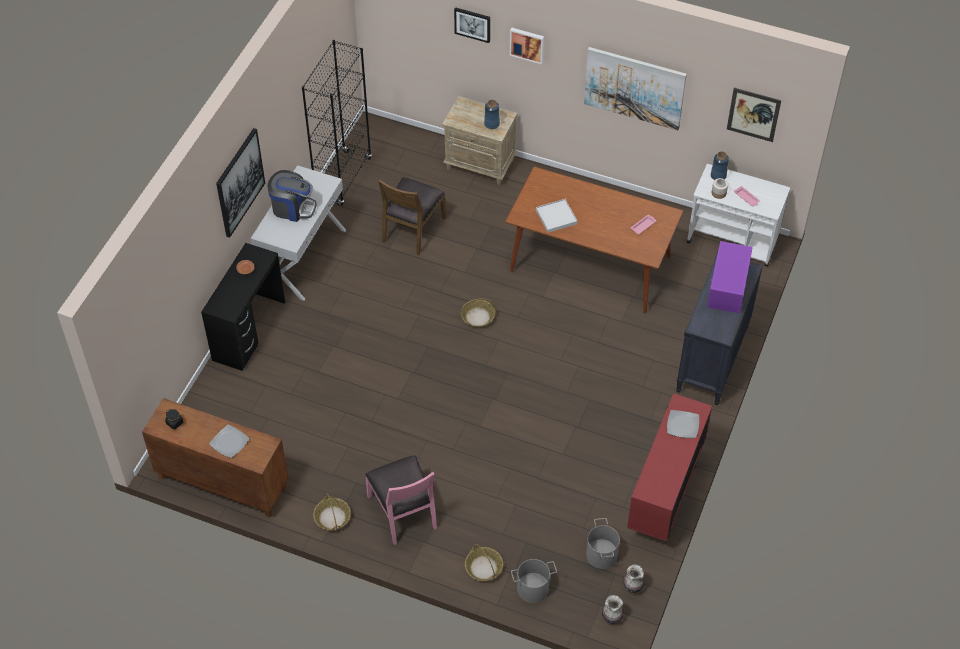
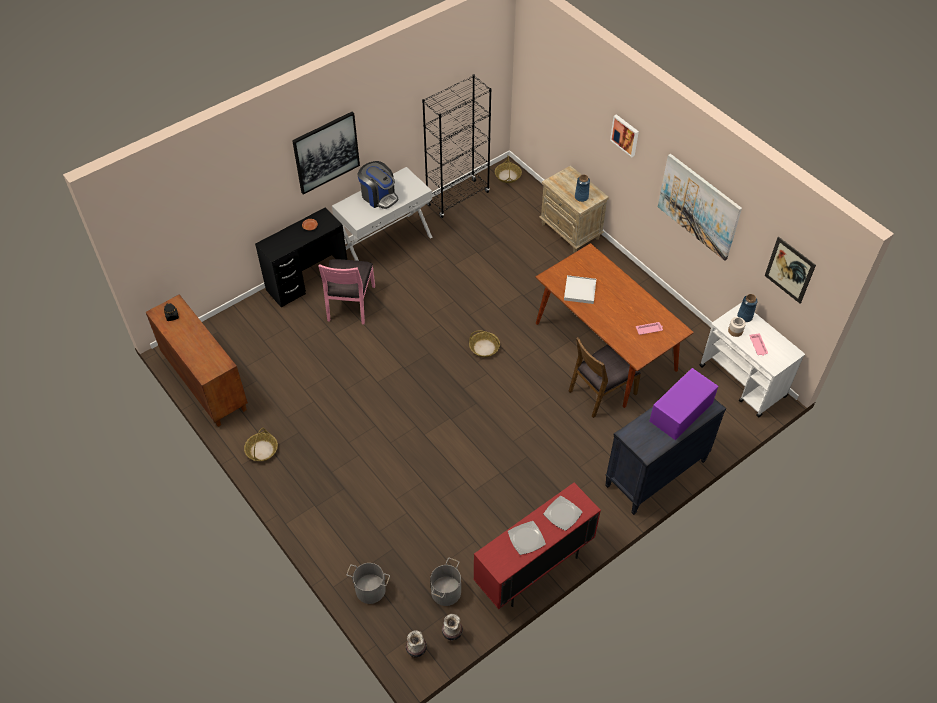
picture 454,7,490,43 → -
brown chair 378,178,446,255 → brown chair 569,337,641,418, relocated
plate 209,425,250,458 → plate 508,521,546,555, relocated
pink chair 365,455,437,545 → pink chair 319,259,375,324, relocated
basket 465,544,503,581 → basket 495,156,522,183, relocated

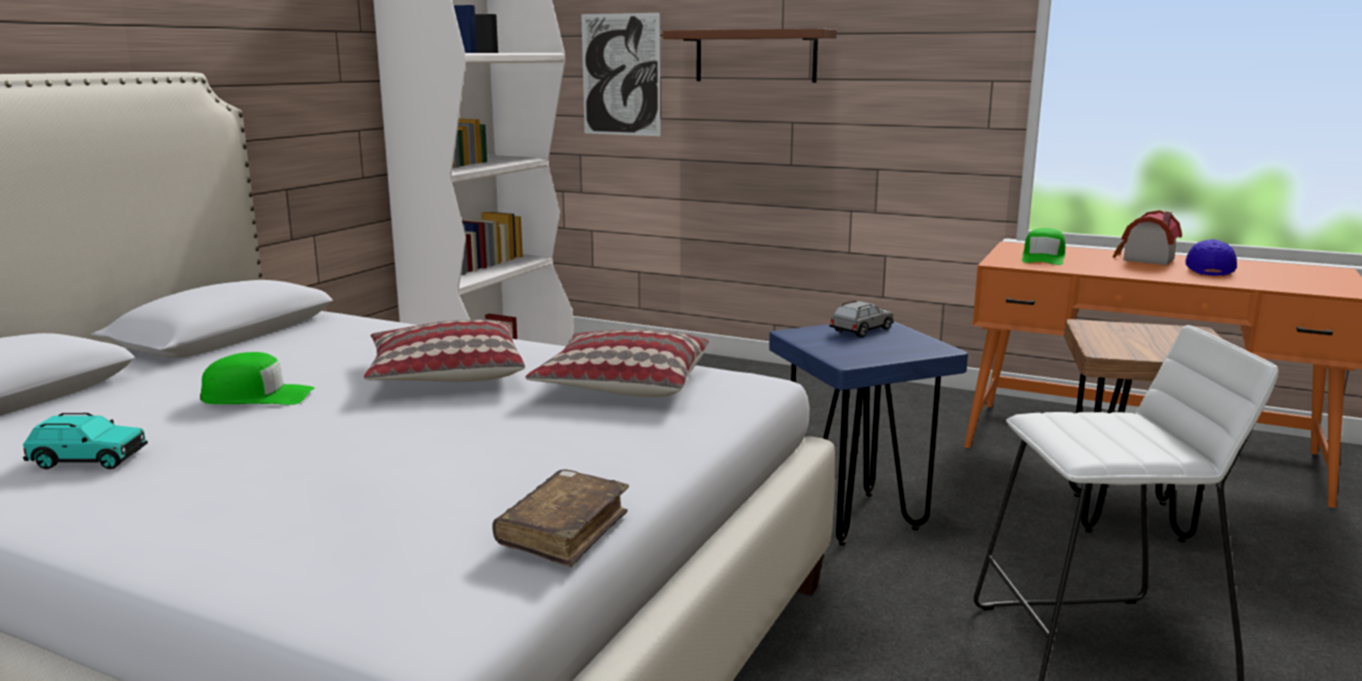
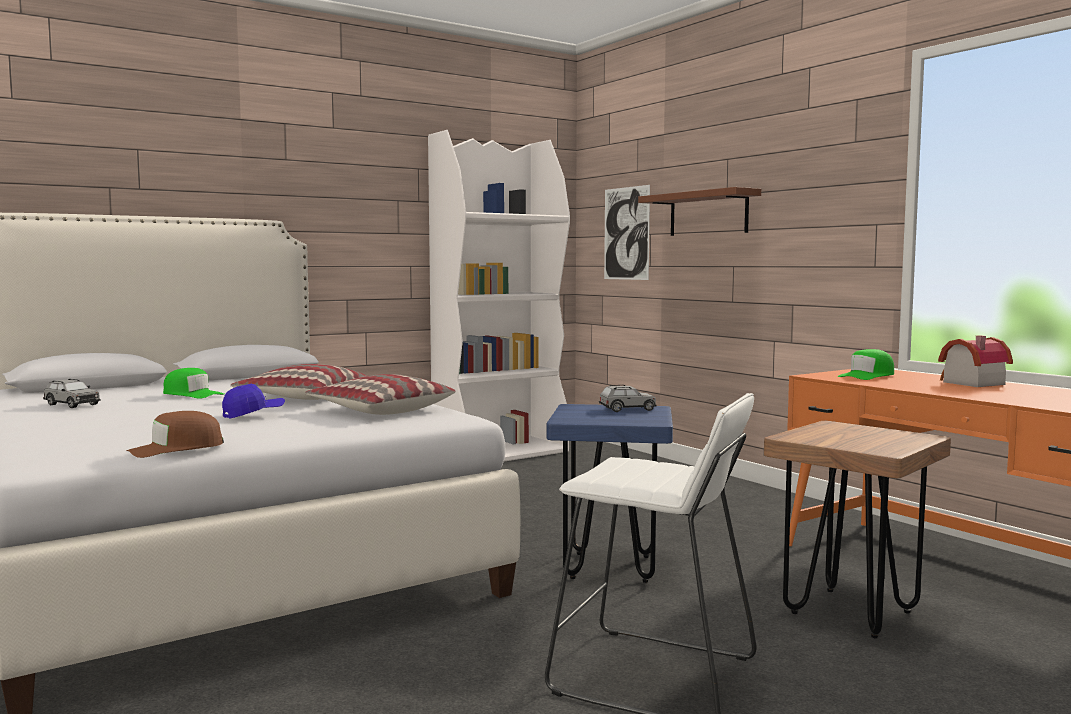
blue cap 1185,239,1237,276 → blue cap 222,384,285,419, relocated
turquoise toy car 23,413,148,469 → grey toy car 43,379,101,408
brown book 492,469,629,567 → brown cap 127,411,224,458

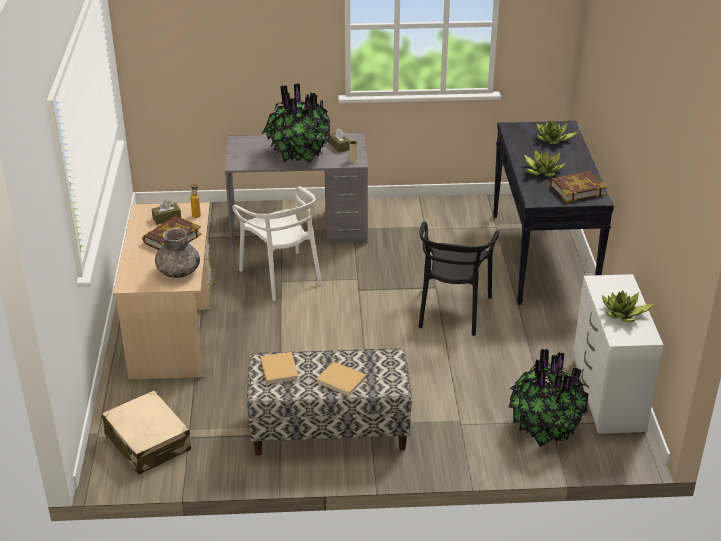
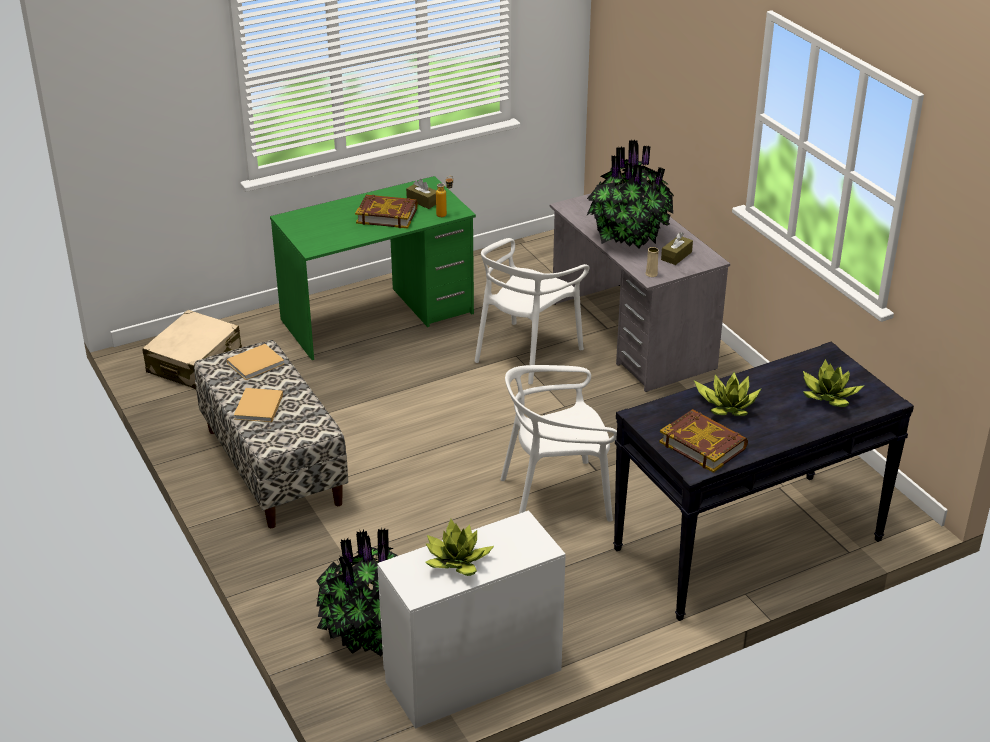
beige desk 113,202,212,380 → green desk 270,176,476,360
black chair 419,222,499,336 → white chair 501,365,617,522
grey vase 155,227,200,278 → -

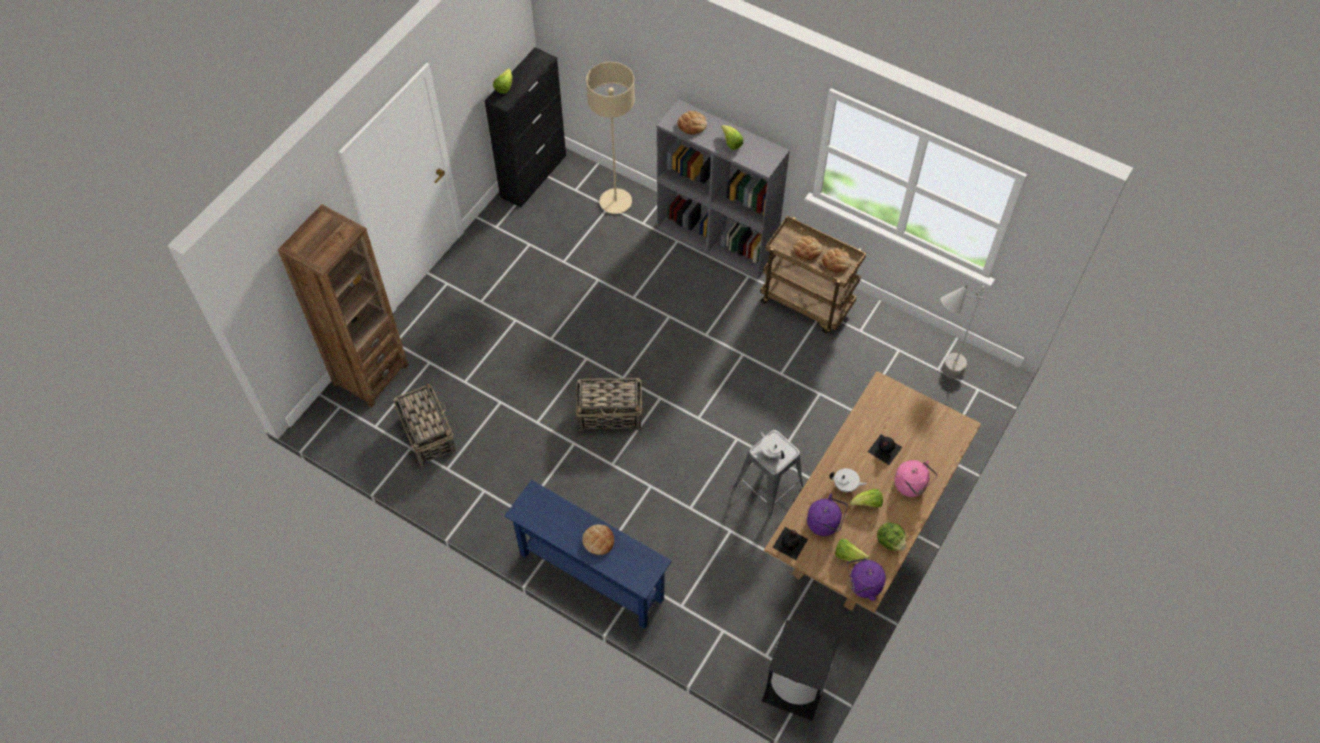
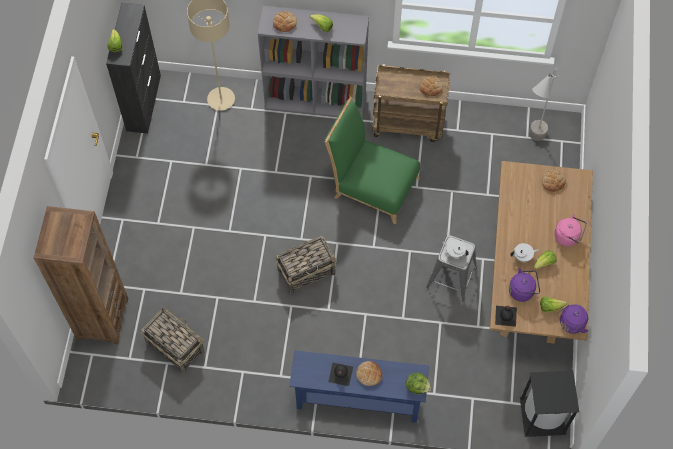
bread 794,236,822,260 → bread 542,170,566,192, relocated
black bottle 868,434,902,465 → black bottle 328,363,353,386, relocated
lettuce 877,522,906,551 → lettuce 406,373,431,394, relocated
- → green chair 325,97,420,224

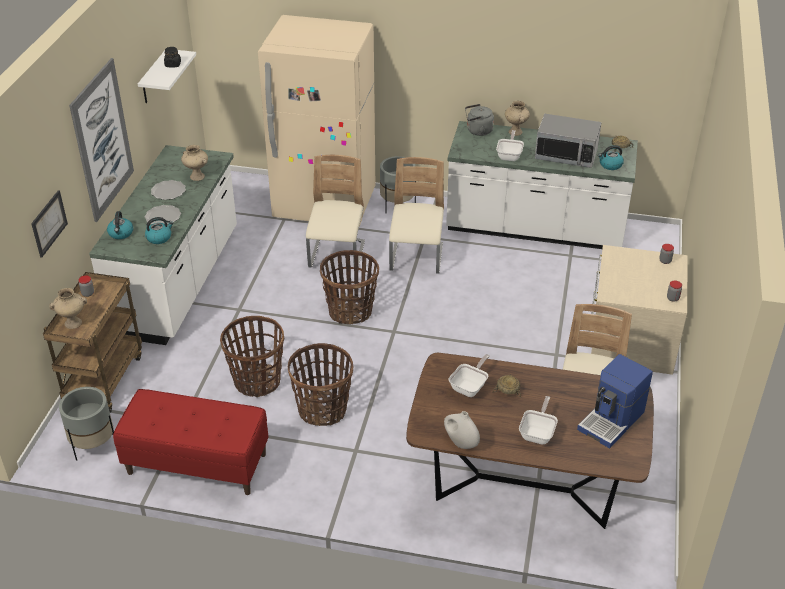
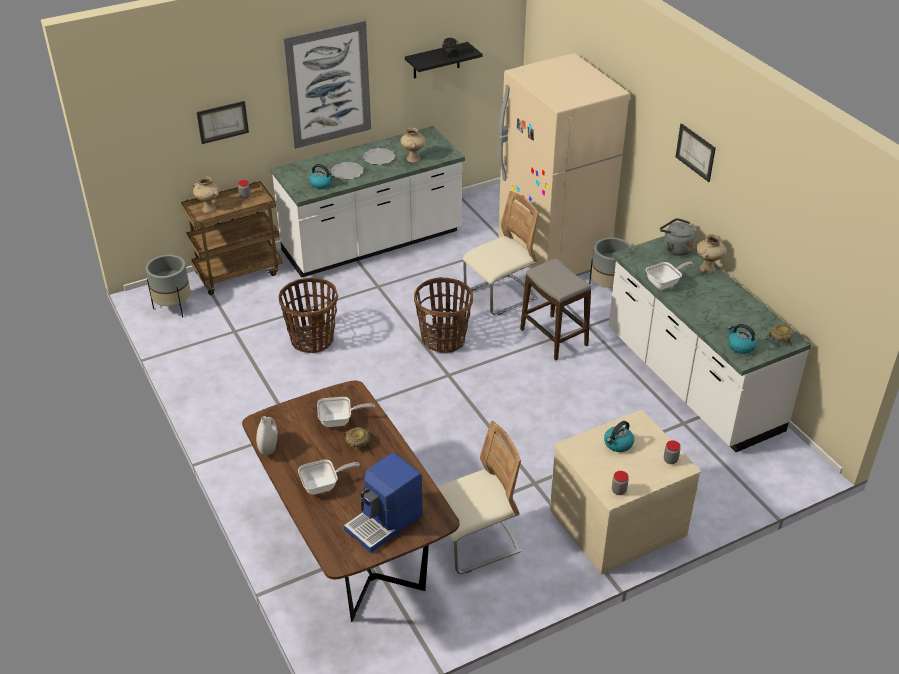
white shelf 138,50,196,103 → black shelf 405,42,483,79
microwave 535,114,602,168 → -
beige chair 389,157,444,274 → stool 520,259,591,360
kettle 107,211,133,239 → kettle 604,421,634,452, relocated
basket 288,343,353,426 → -
coffee machine 577,354,653,448 → coffee machine 344,453,423,553, 45 degrees counterclockwise
red bench 113,389,269,495 → -
- → picture 676,123,716,182

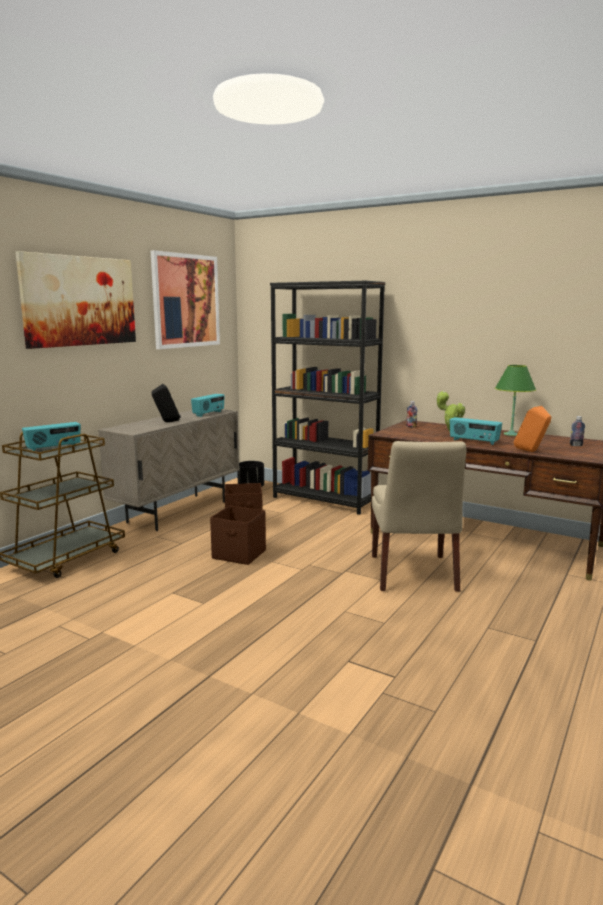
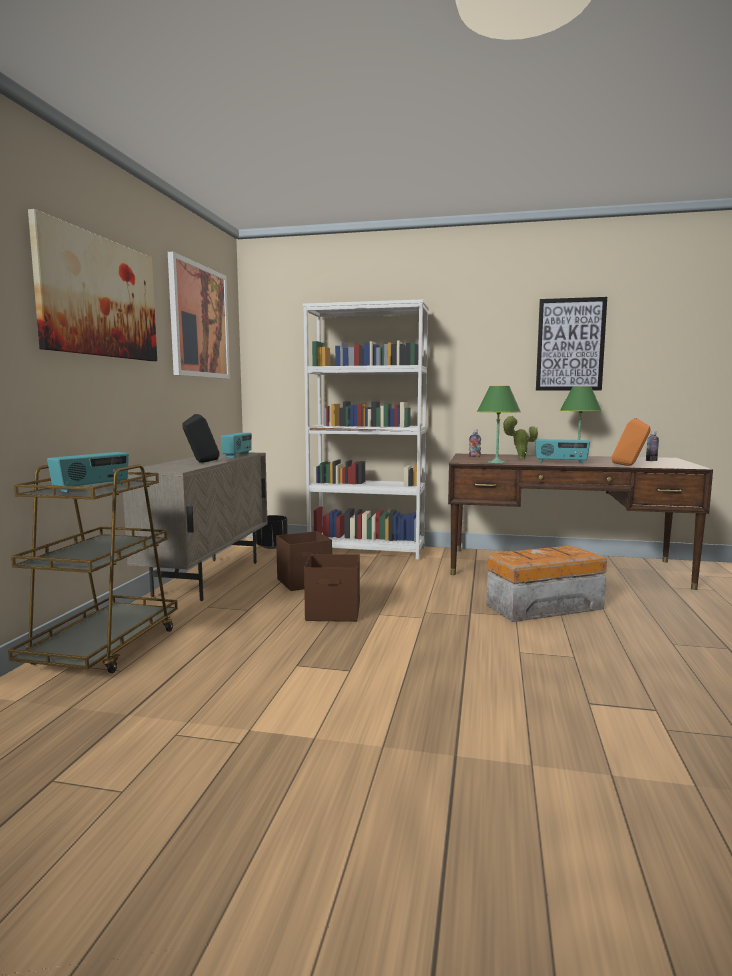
black bookcase 270,281,385,515 → white bookcase 303,299,429,560
beige chair 372,441,466,592 → storage box 486,546,607,622
- → picture 536,297,607,391
- → green table lamp 477,386,521,463

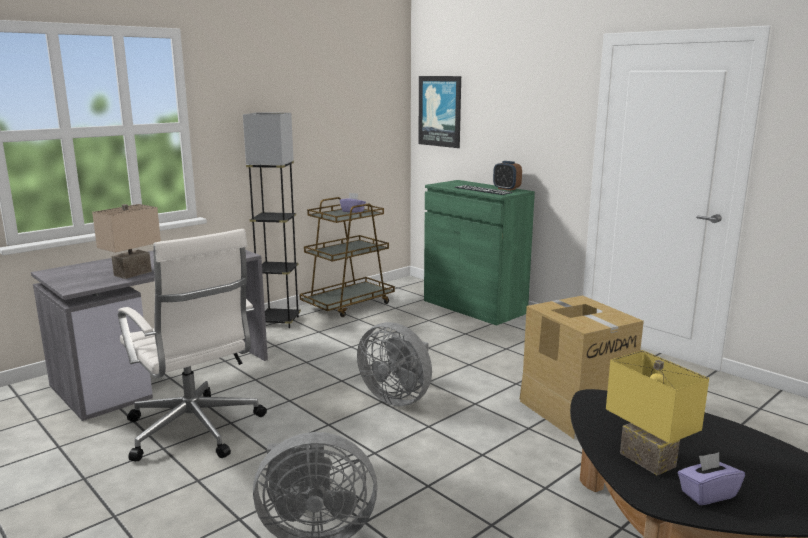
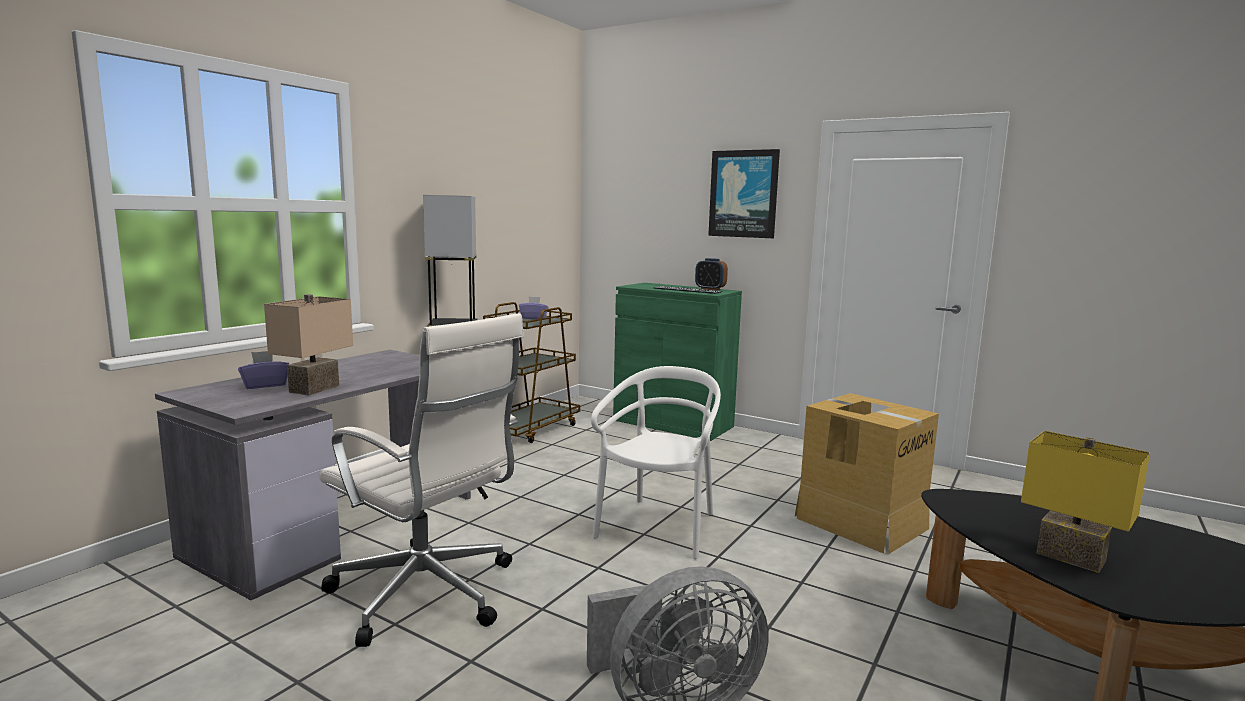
picture 418,76,461,148 → picture 708,149,780,238, relocated
grey fan 357,322,432,406 → white chair 591,366,721,559
purple tissue box 678,452,745,505 → purple tissue box 238,351,289,389, relocated

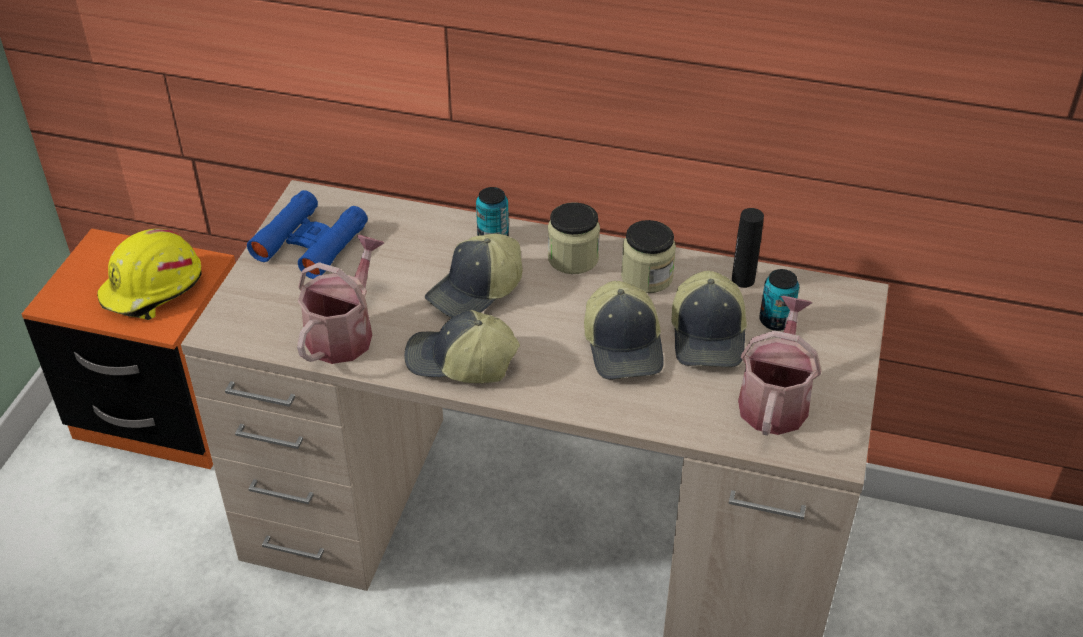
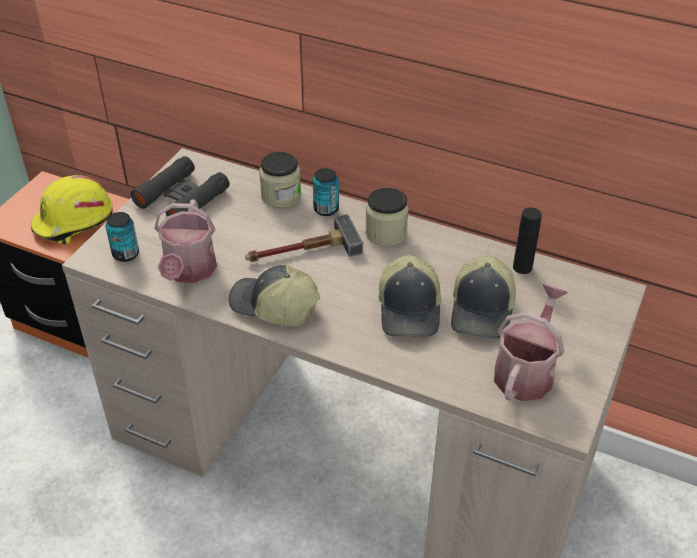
blue binoculars 247,190,368,279 → black binoculars 131,156,230,216
jar 621,220,676,293 → jar 259,152,301,208, relocated
cap 425,233,523,318 → hammer 245,214,363,262
watering can 297,235,384,364 → watering can 155,199,217,283, 150 degrees clockwise
can 759,269,799,331 → can 106,212,139,262, relocated

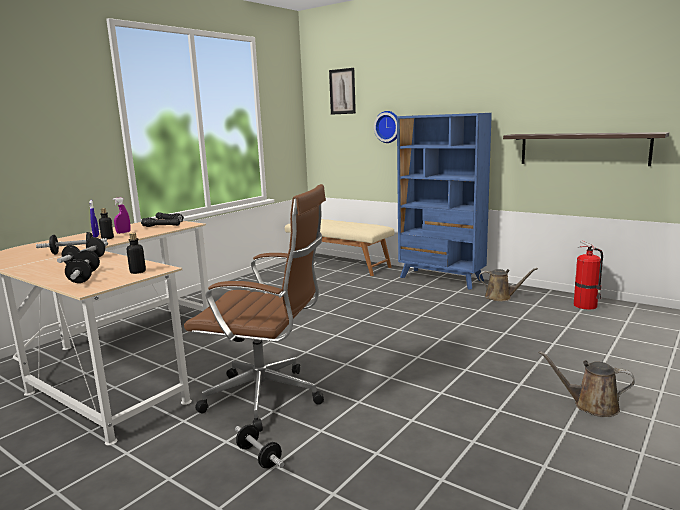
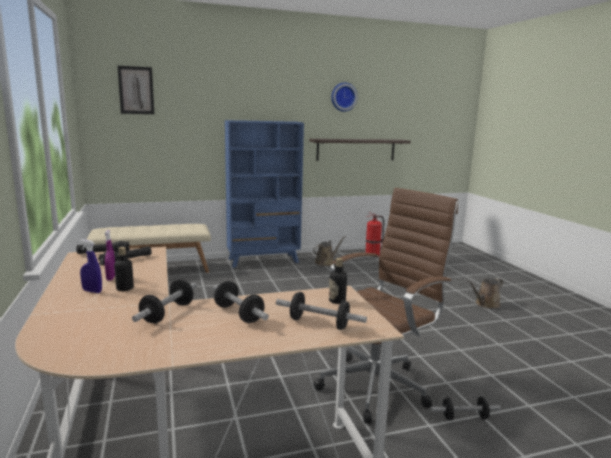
wall clock 374,111,397,143 → wall clock 331,83,357,112, relocated

